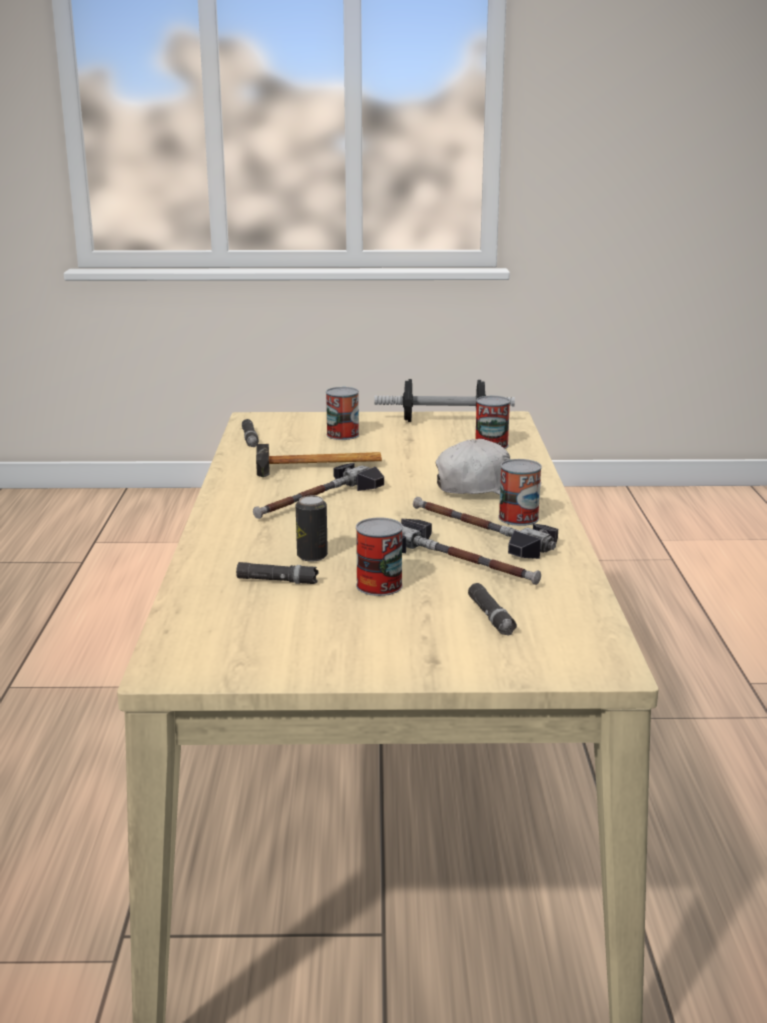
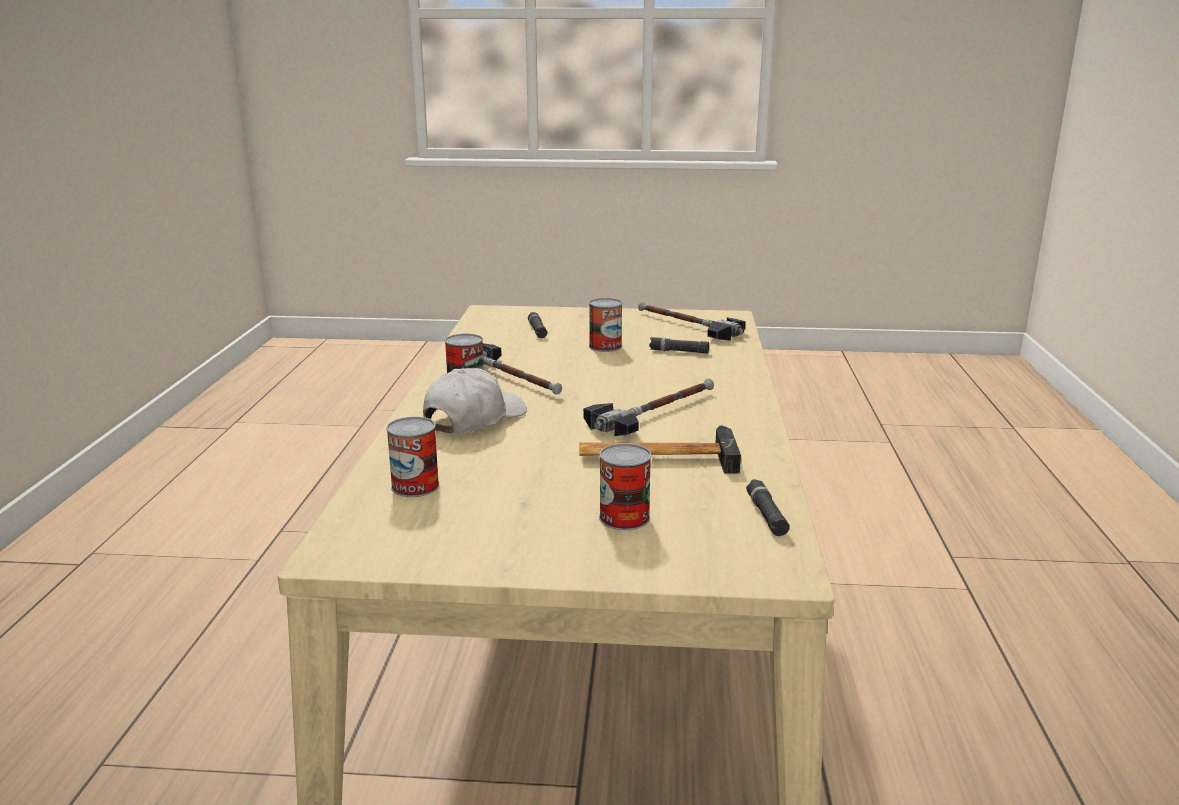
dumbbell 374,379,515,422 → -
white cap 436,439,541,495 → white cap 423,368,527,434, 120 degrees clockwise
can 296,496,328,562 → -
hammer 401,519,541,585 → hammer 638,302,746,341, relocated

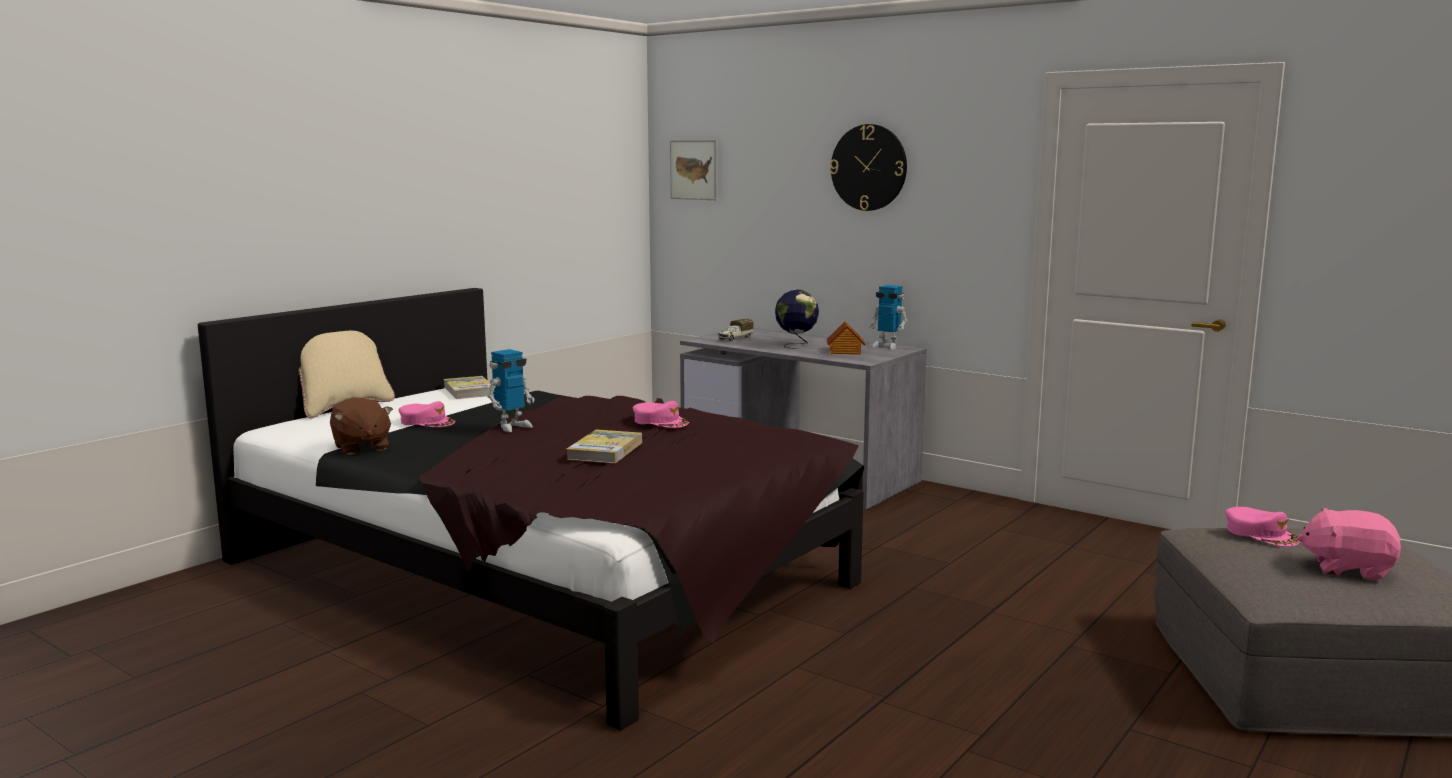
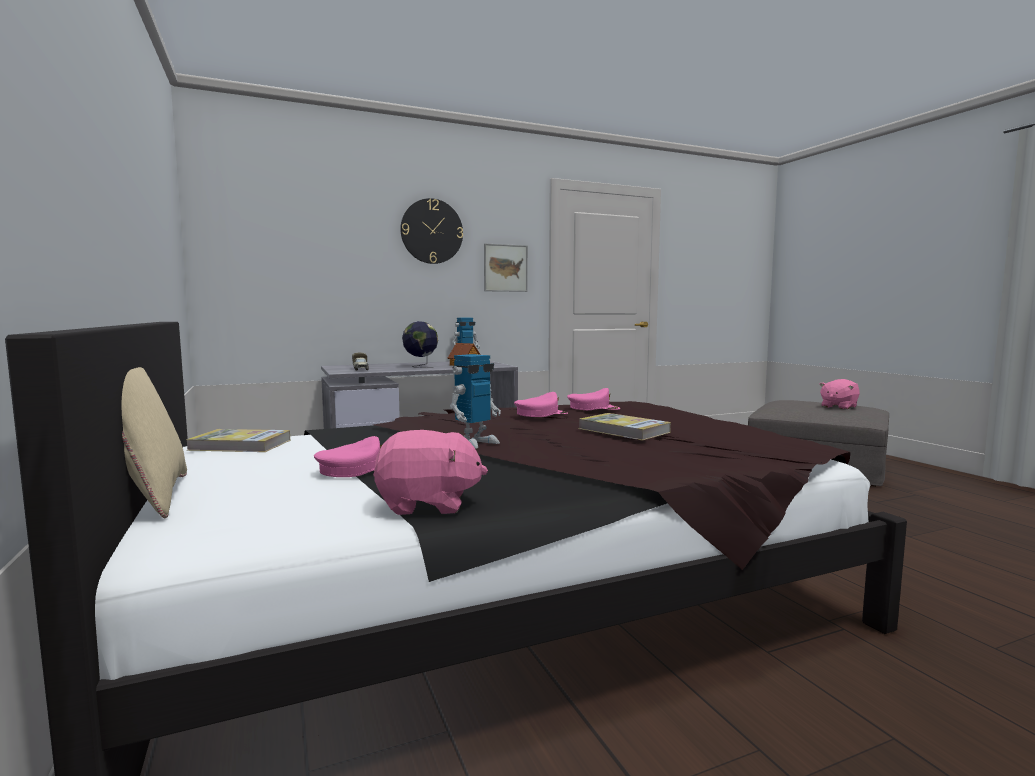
picture 670,140,718,200 → picture 484,244,528,292, relocated
toy robot 487,349,534,432 → toy robot 450,354,501,449, 60 degrees clockwise
brown plush toy 330,397,393,455 → pink plush toy 373,430,488,515
pink cap 1225,507,1300,546 → pink cap 567,388,620,410, relocated

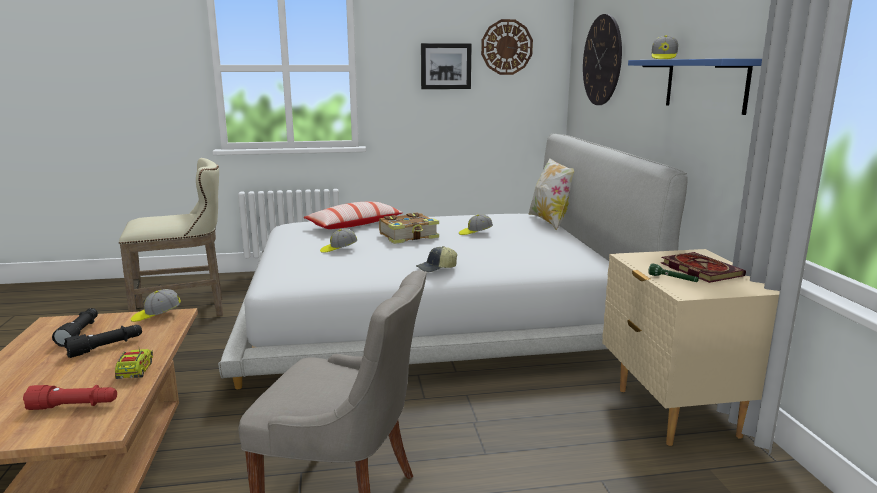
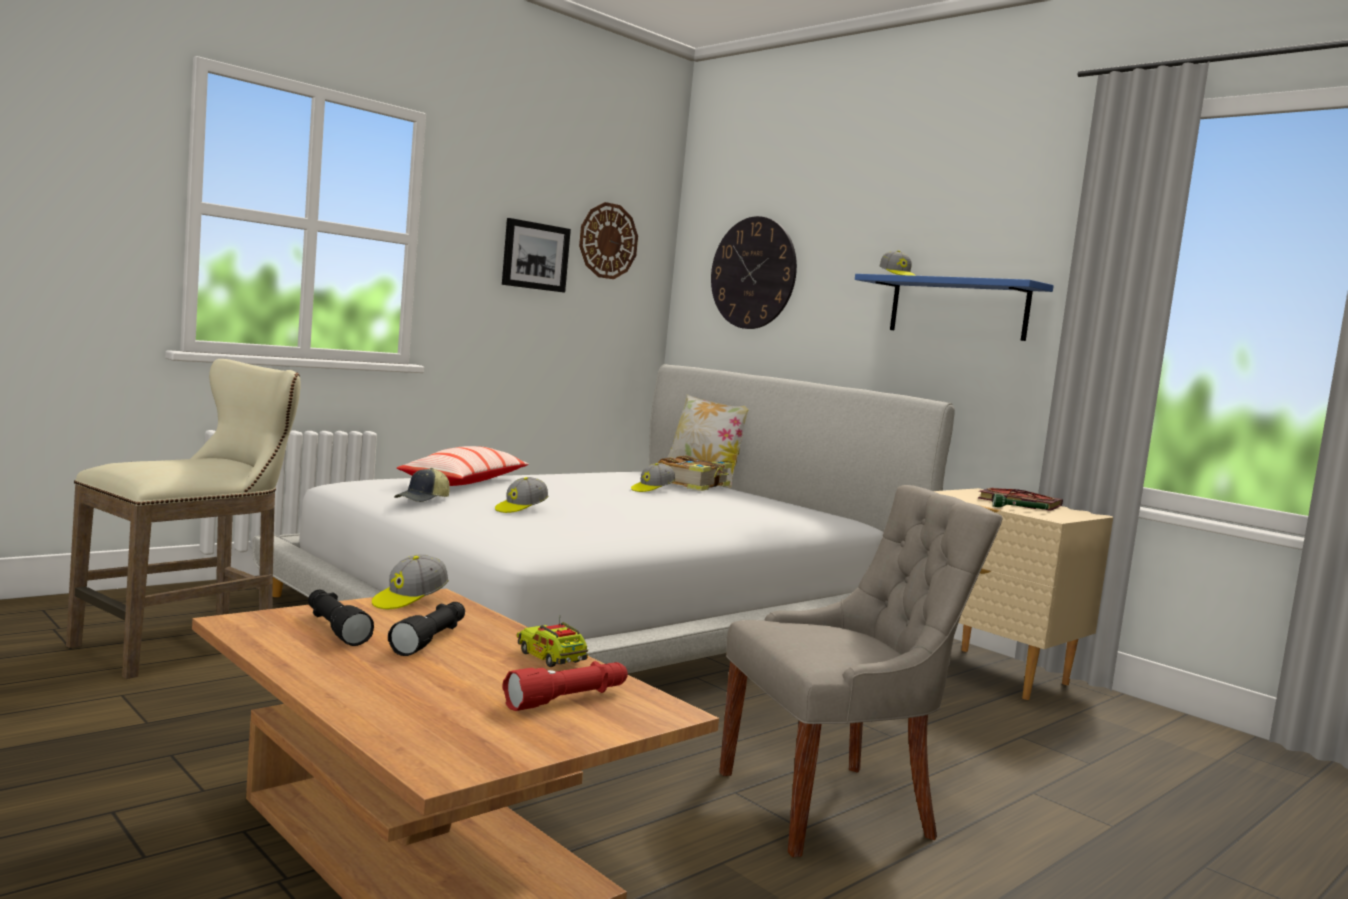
book 379,213,439,244 → book 658,455,732,491, relocated
cap 416,246,457,272 → cap 394,468,450,502, relocated

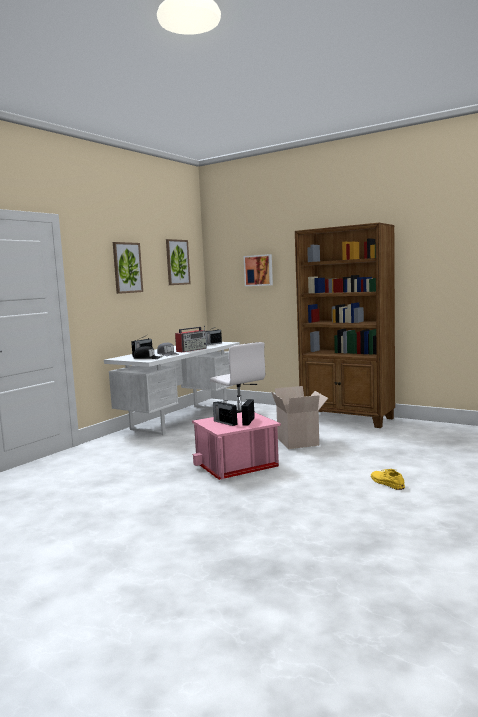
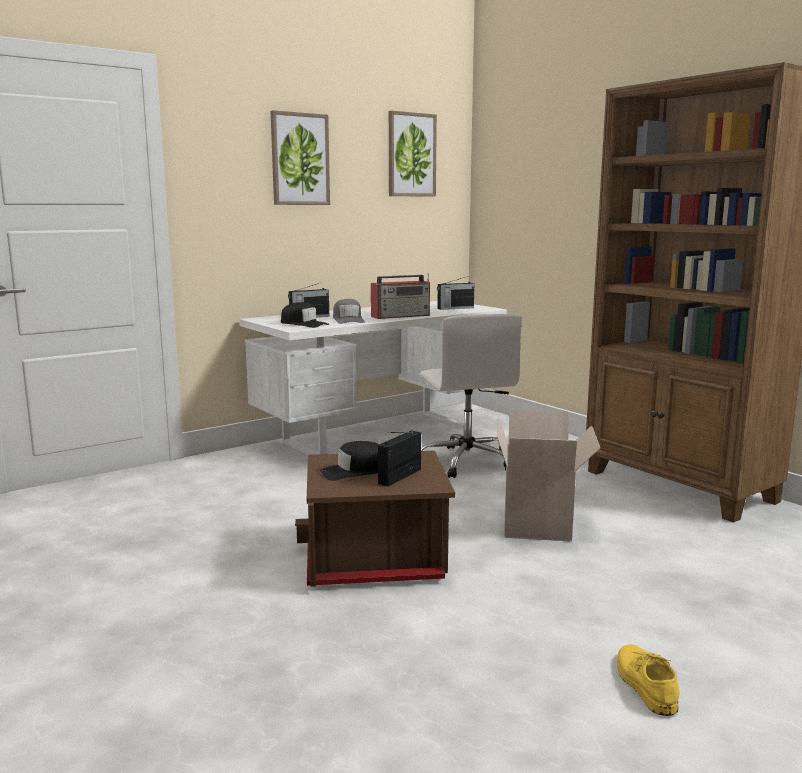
picture 244,254,273,286 → -
radio 213,400,237,426 → black cap 320,441,379,481
pink storage box 192,412,281,480 → brown storage box 295,451,455,587

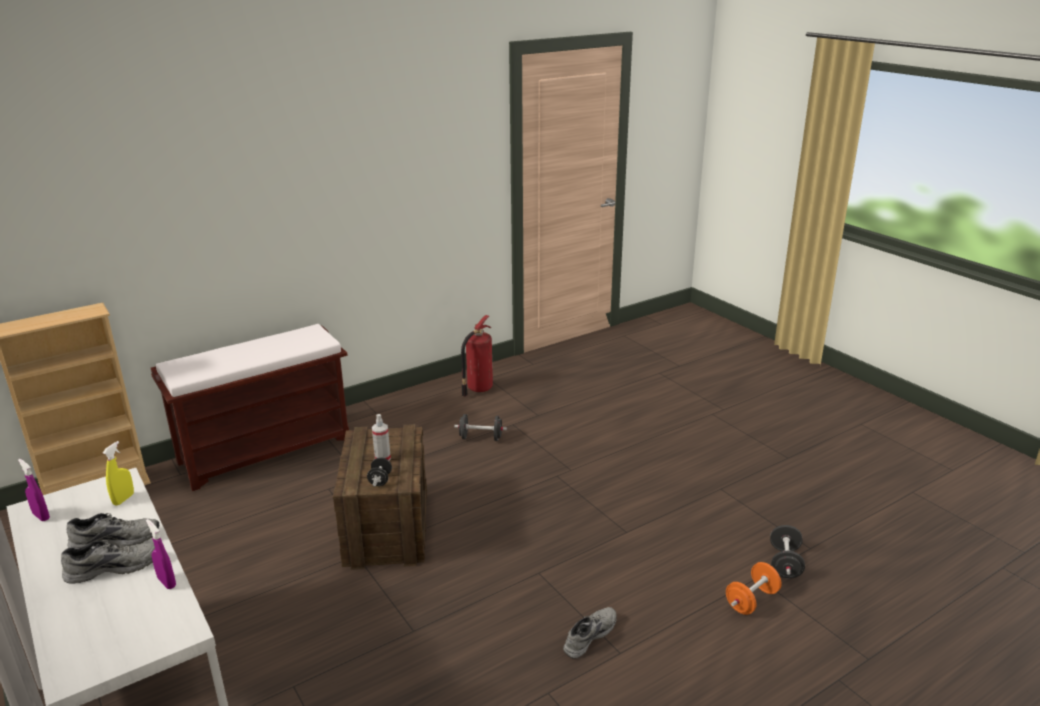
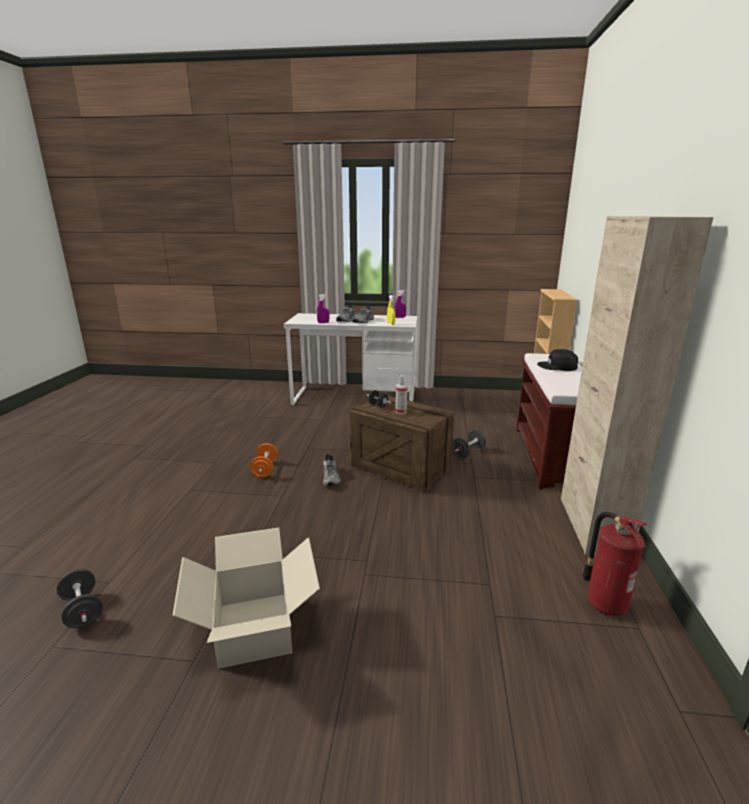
black dumbbell 454,414,507,441 → black dumbbell 452,430,486,458, relocated
orange dumbbell 726,562,782,615 → orange dumbbell 250,443,278,477, relocated
grey shoe 563,607,617,659 → grey shoe 323,454,341,486, relocated
- → beige cabinet 561,216,713,556
- → black cap 537,349,578,371
- → cardboard box 172,528,320,669

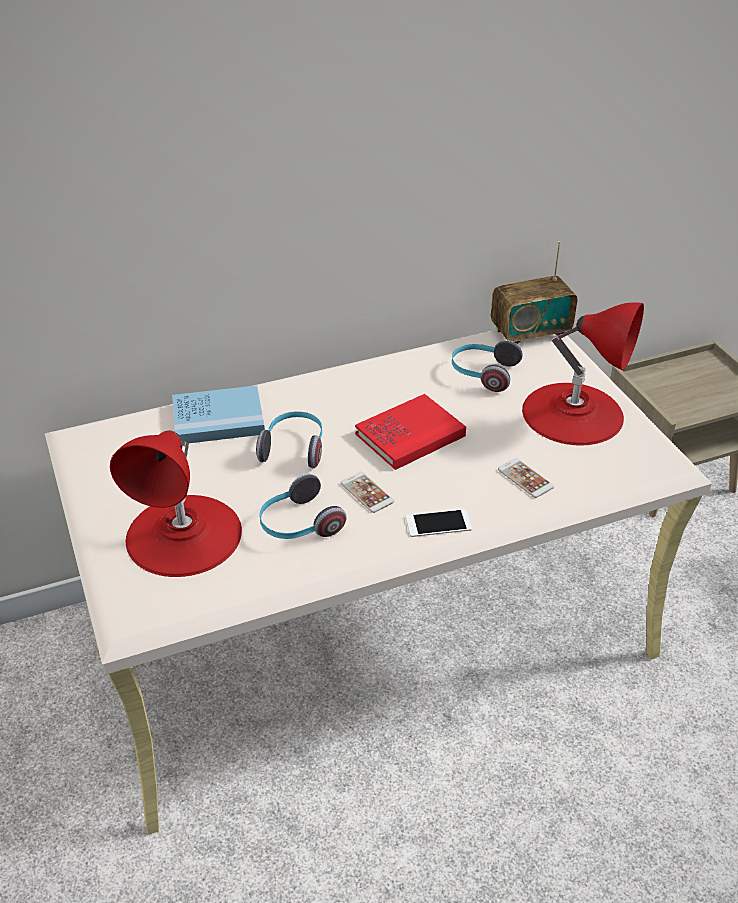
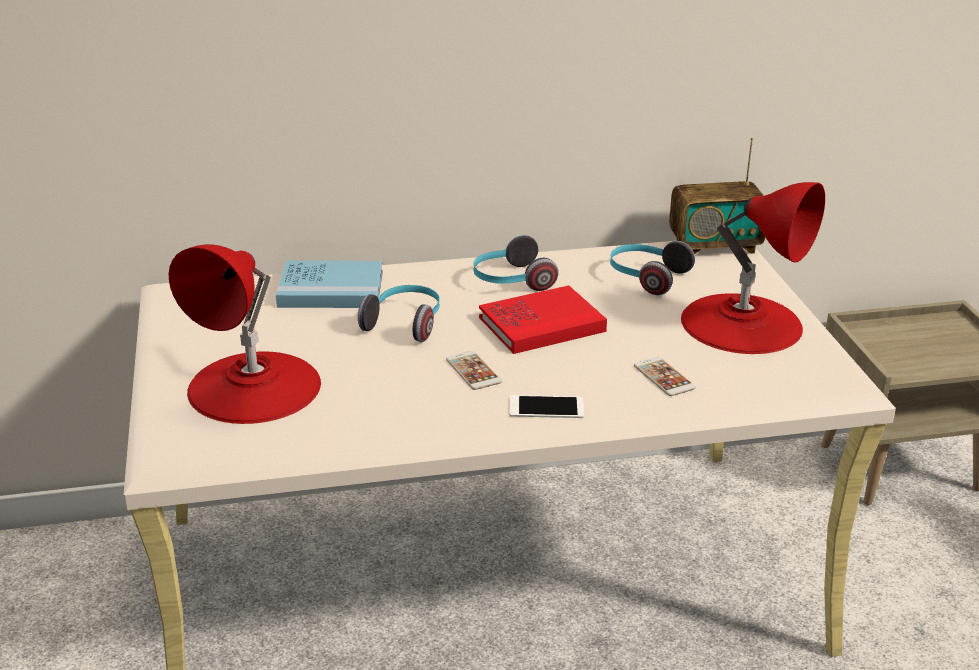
headphones 259,474,346,539 → headphones 474,235,559,291, relocated

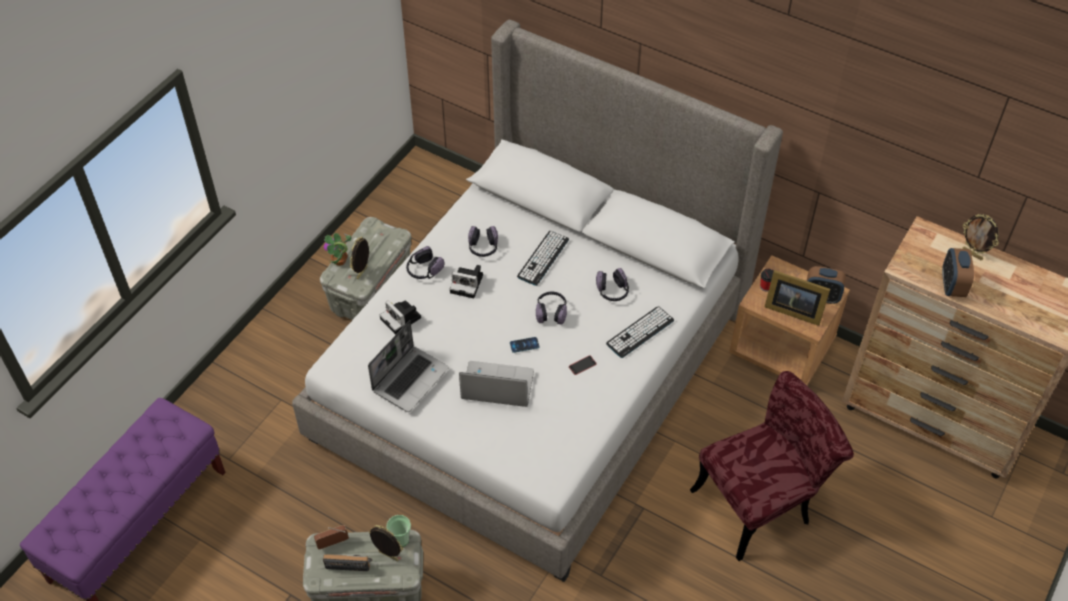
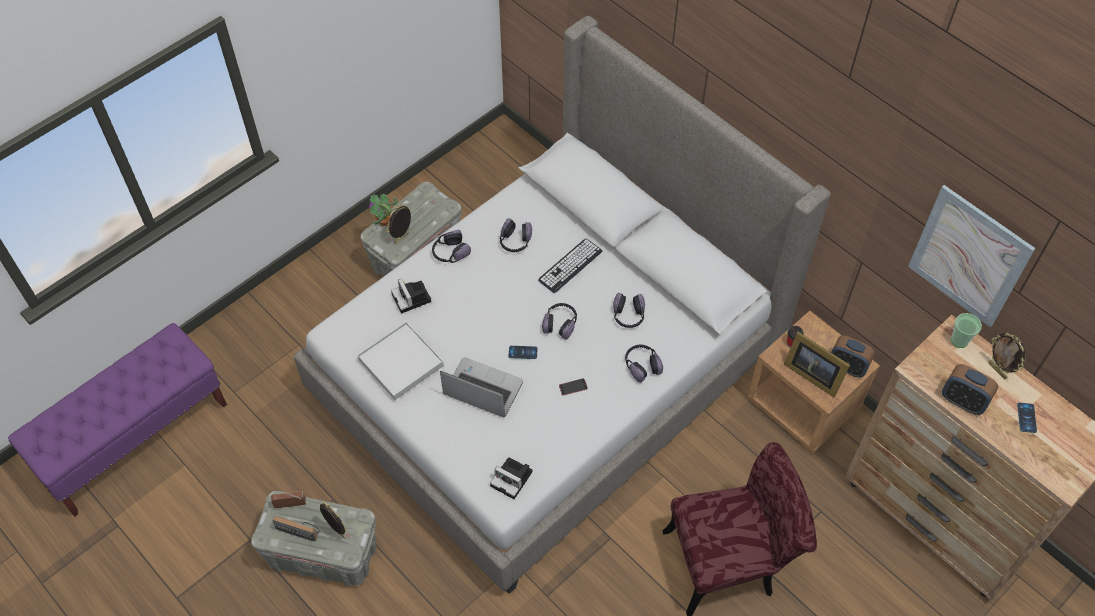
alarm clock 942,248,974,297 → alarm clock 942,364,998,415, 75 degrees counterclockwise
photo camera 450,265,483,298 → photo camera 490,457,532,499, relocated
keyboard 606,306,674,358 → headphones 625,345,663,383
laptop 368,320,449,412 → white tray 357,322,444,400
cup 386,515,411,547 → cup 951,313,982,348, relocated
- → picture 908,185,1035,327
- → phone 1017,403,1037,433

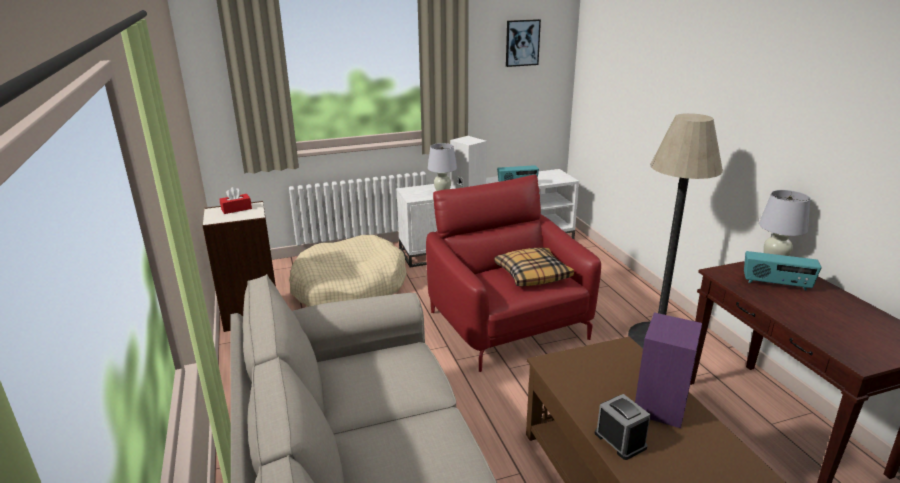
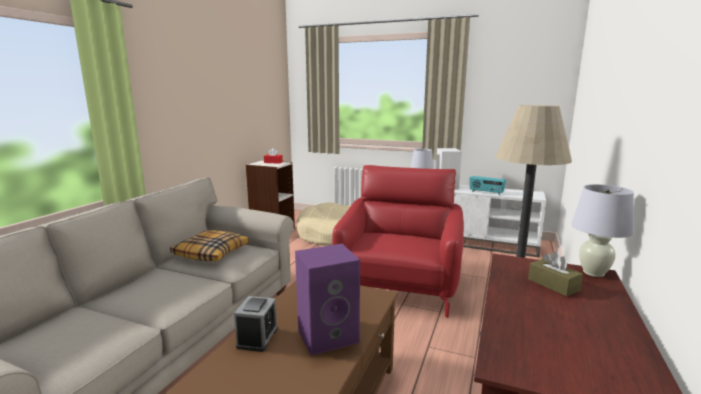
picture 506,19,541,67 → -
pillow 495,248,574,286 → pillow 170,230,249,262, relocated
radio 744,251,821,291 → brown tissue box 528,251,583,296

